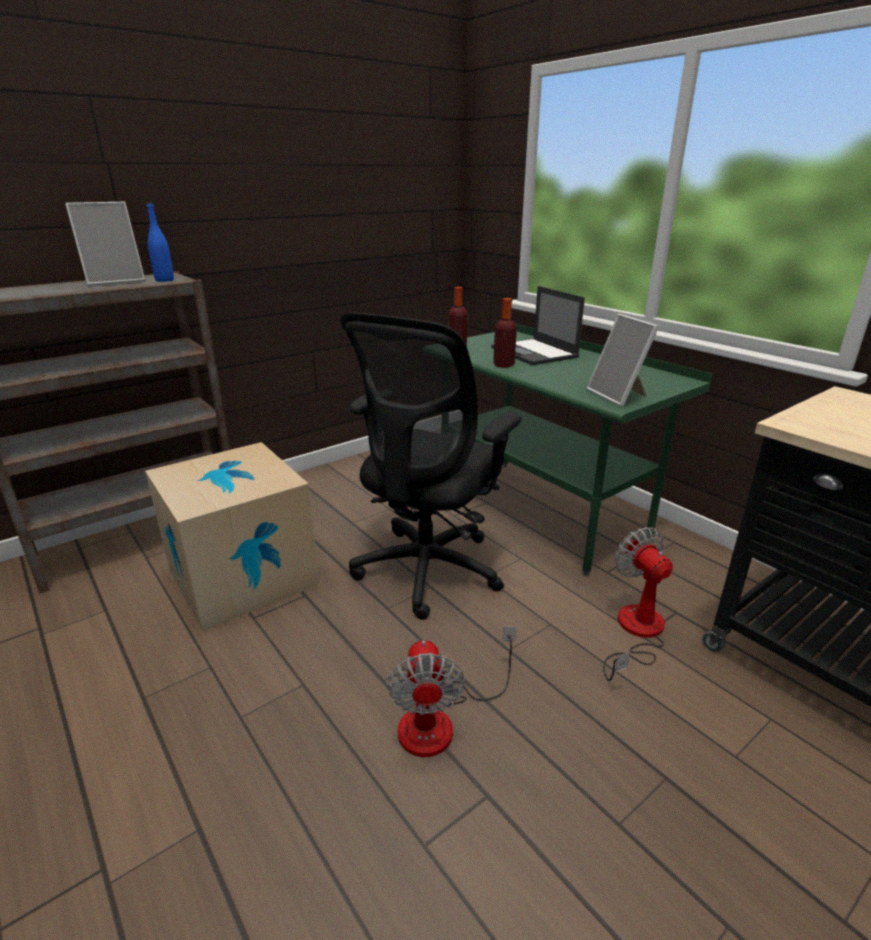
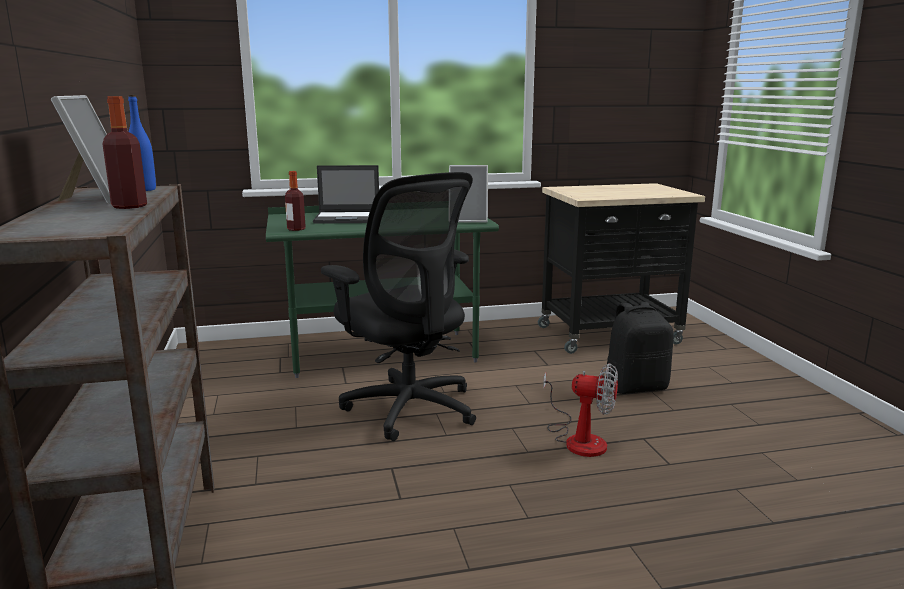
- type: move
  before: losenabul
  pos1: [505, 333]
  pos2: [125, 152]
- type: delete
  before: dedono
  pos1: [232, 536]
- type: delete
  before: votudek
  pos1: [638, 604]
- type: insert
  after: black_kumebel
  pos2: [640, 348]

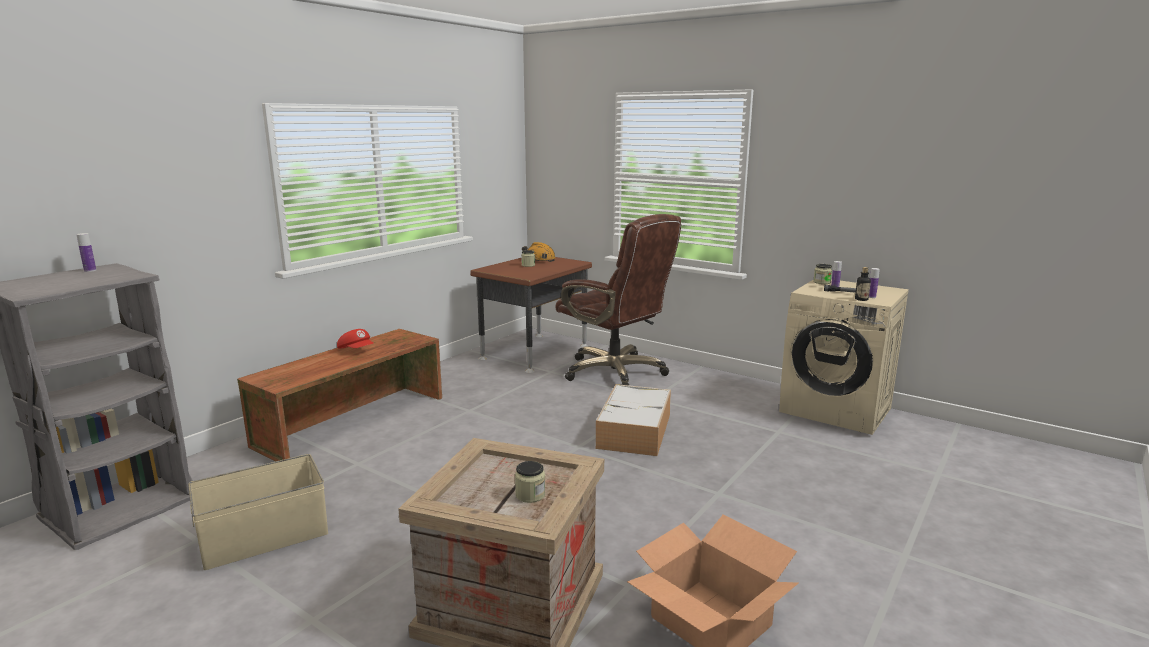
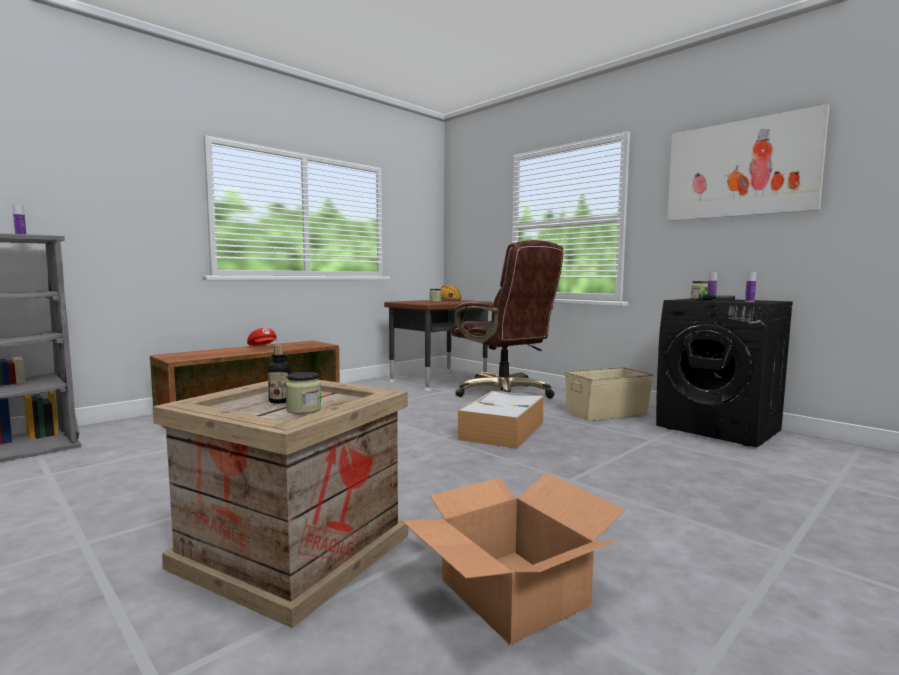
- type: move
  before: losenabul
  pos1: [863, 284]
  pos2: [279, 374]
- type: recolor
  before: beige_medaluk
  after: black_medaluk
  pos1: [844, 357]
  pos2: [724, 373]
- type: move
  before: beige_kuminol
  pos1: [258, 512]
  pos2: [609, 394]
- type: insert
  after: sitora
  pos2: [748, 162]

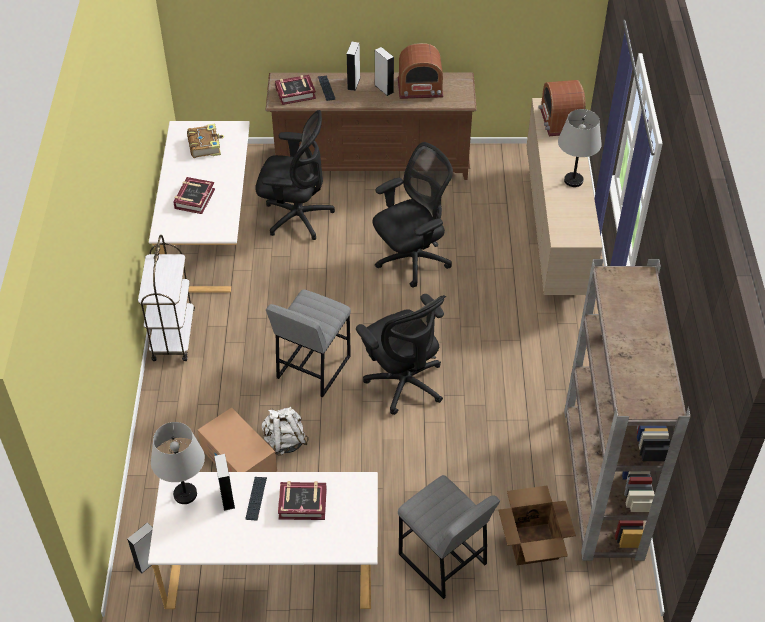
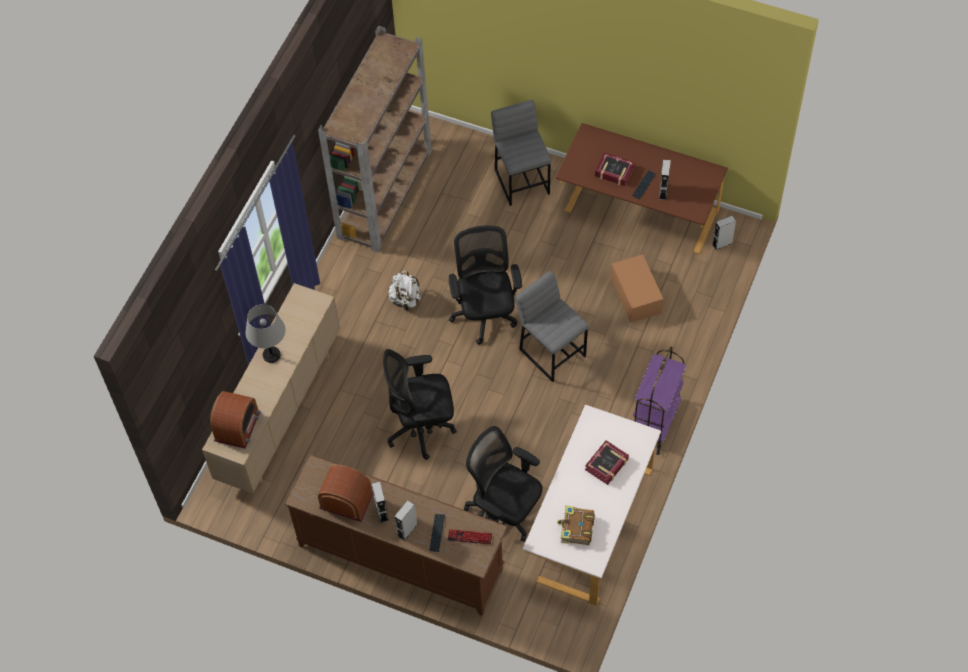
- type: replace
  before: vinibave
  after: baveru
  pos1: [295, 90]
  pos2: [470, 537]
- type: recolor
  before: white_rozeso
  after: purple_rozeso
  pos1: [166, 298]
  pos2: [659, 401]
- type: rotate
  before: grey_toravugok
  pos1: [308, 343]
  pos2: [552, 326]
  turn: -90
- type: move
  before: white_kumebel
  pos1: [285, 431]
  pos2: [405, 291]
- type: delete
  before: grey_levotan
  pos1: [178, 463]
- type: recolor
  before: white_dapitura
  after: brown_dapitura
  pos1: [263, 540]
  pos2: [641, 188]
- type: delete
  before: dedono
  pos1: [537, 525]

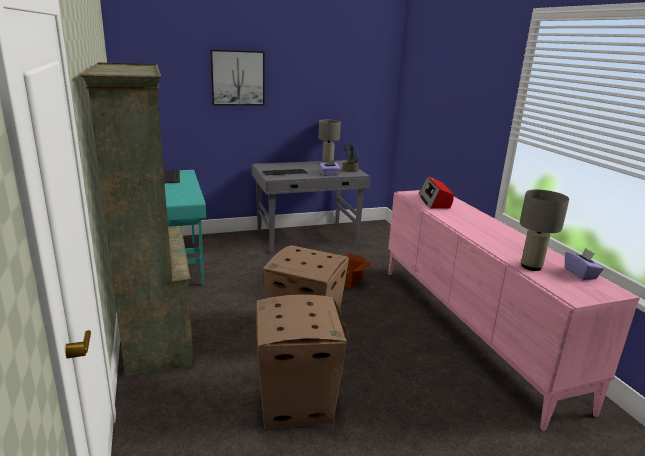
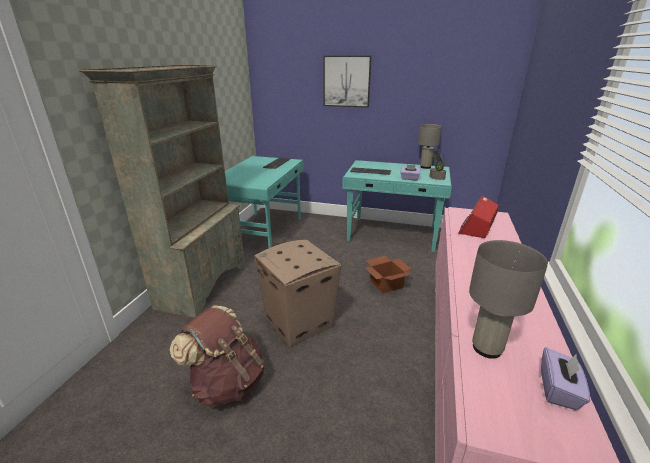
- type: recolor
  before: grey_dapitura
  after: turquoise_dapitura
  pos1: [311, 206]
  pos2: [397, 206]
- type: replace
  before: dedono
  after: brown_kumebel
  pos1: [301, 361]
  pos2: [217, 356]

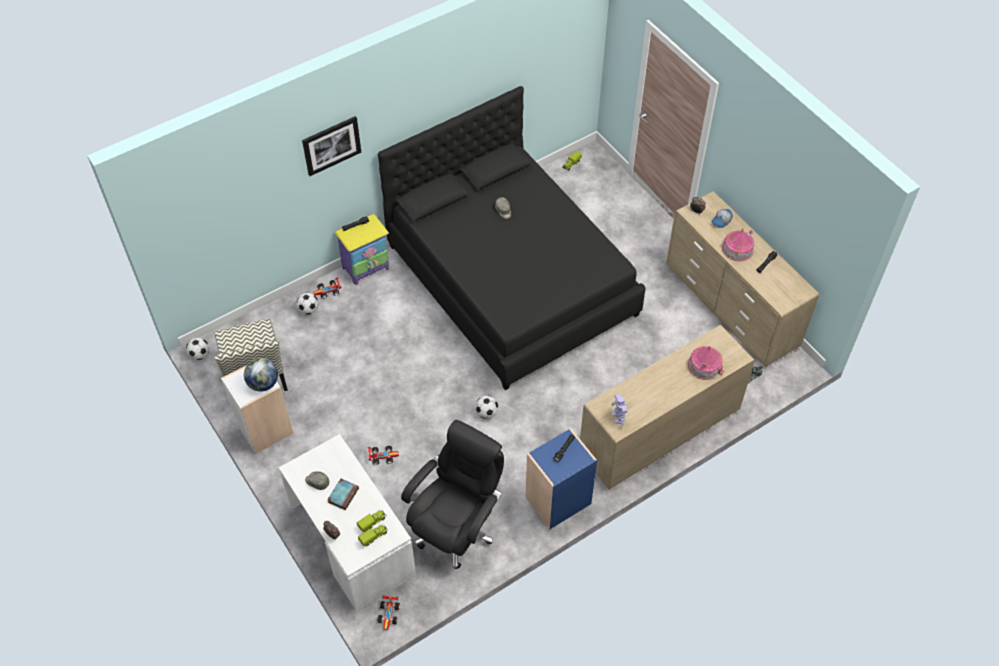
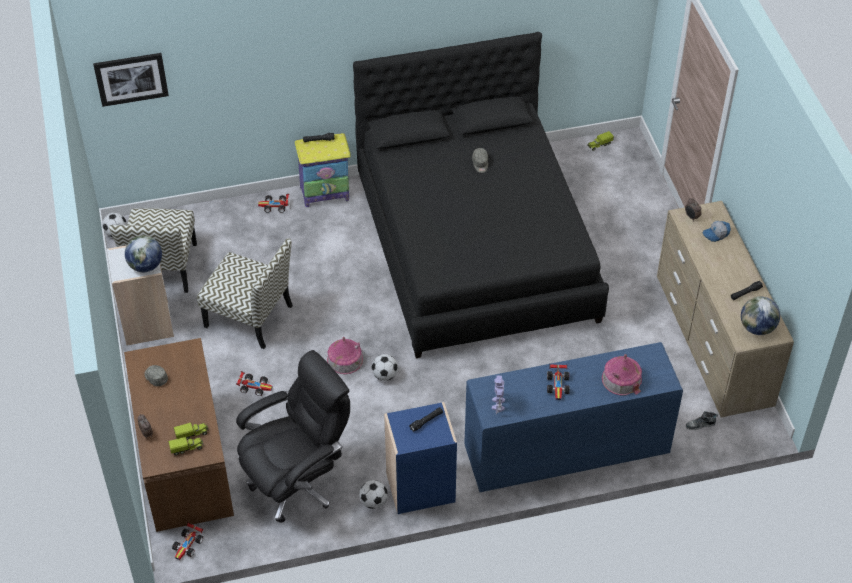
- type: move
  before: sitora
  pos1: [331, 146]
  pos2: [131, 80]
- type: move
  before: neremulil
  pos1: [738, 244]
  pos2: [345, 355]
- type: move
  before: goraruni
  pos1: [307, 304]
  pos2: [373, 494]
- type: recolor
  before: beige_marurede
  after: blue_marurede
  pos1: [667, 407]
  pos2: [573, 417]
- type: recolor
  before: white_dapitura
  after: brown_dapitura
  pos1: [347, 523]
  pos2: [179, 435]
- type: delete
  before: vinibave
  pos1: [343, 494]
- type: insert
  after: toravugok
  pos2: [245, 293]
- type: insert
  after: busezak
  pos2: [760, 315]
- type: insert
  after: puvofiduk
  pos2: [558, 382]

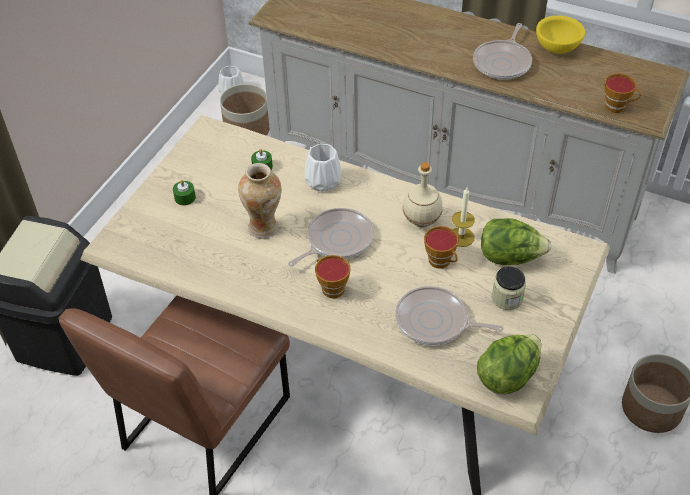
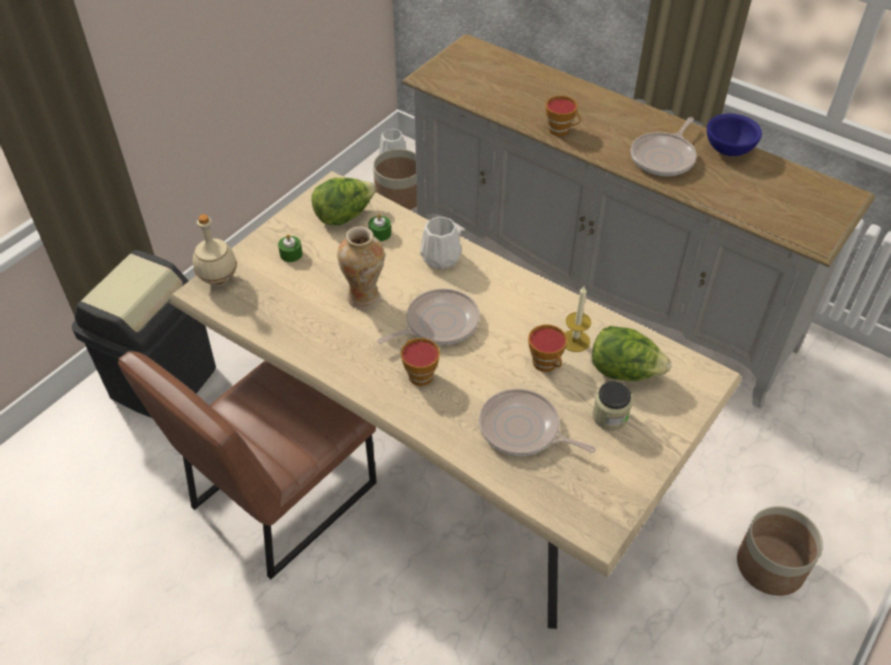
- type: recolor
  before: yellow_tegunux
  after: blue_tegunux
  pos1: [560, 34]
  pos2: [734, 135]
- type: move
  before: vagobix
  pos1: [622, 93]
  pos2: [563, 115]
- type: move
  before: beige_losenabul
  pos1: [422, 195]
  pos2: [215, 250]
- type: move
  before: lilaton
  pos1: [509, 364]
  pos2: [343, 202]

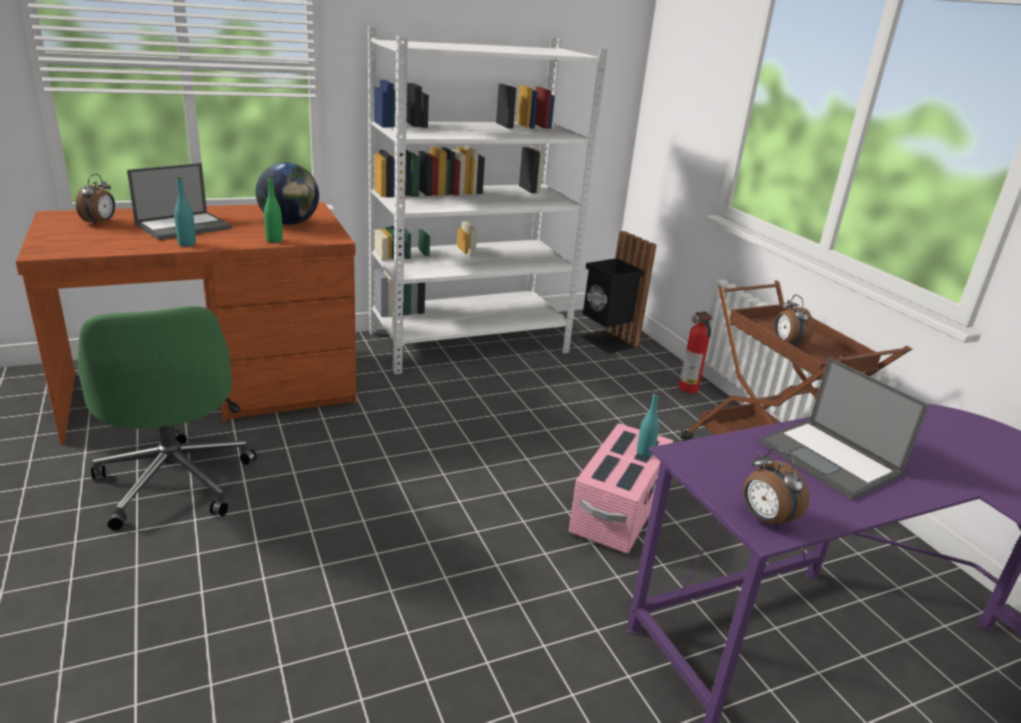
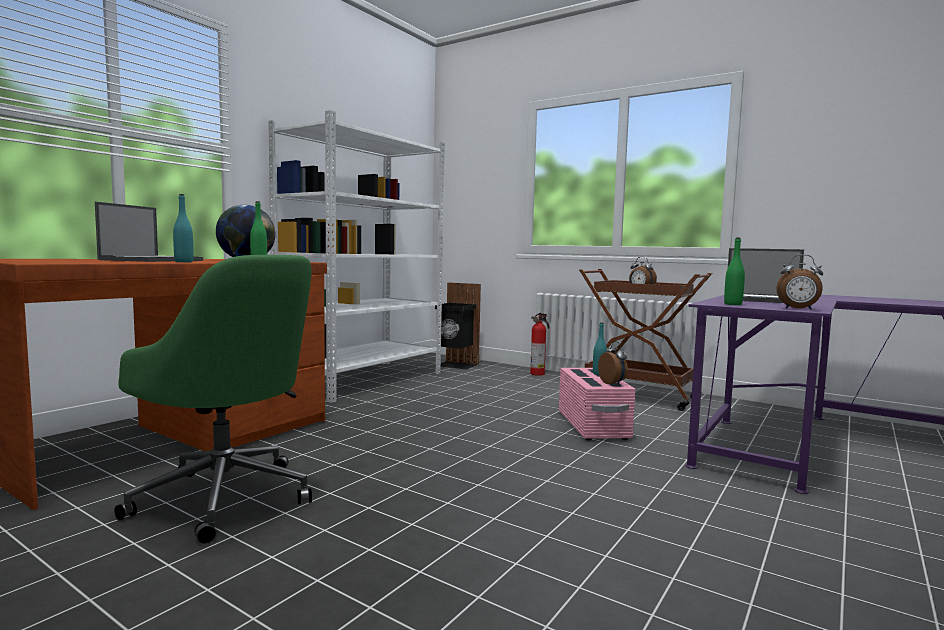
- type: move
  before: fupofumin
  pos1: [95, 200]
  pos2: [613, 363]
- type: insert
  after: green_losenabul
  pos2: [734, 271]

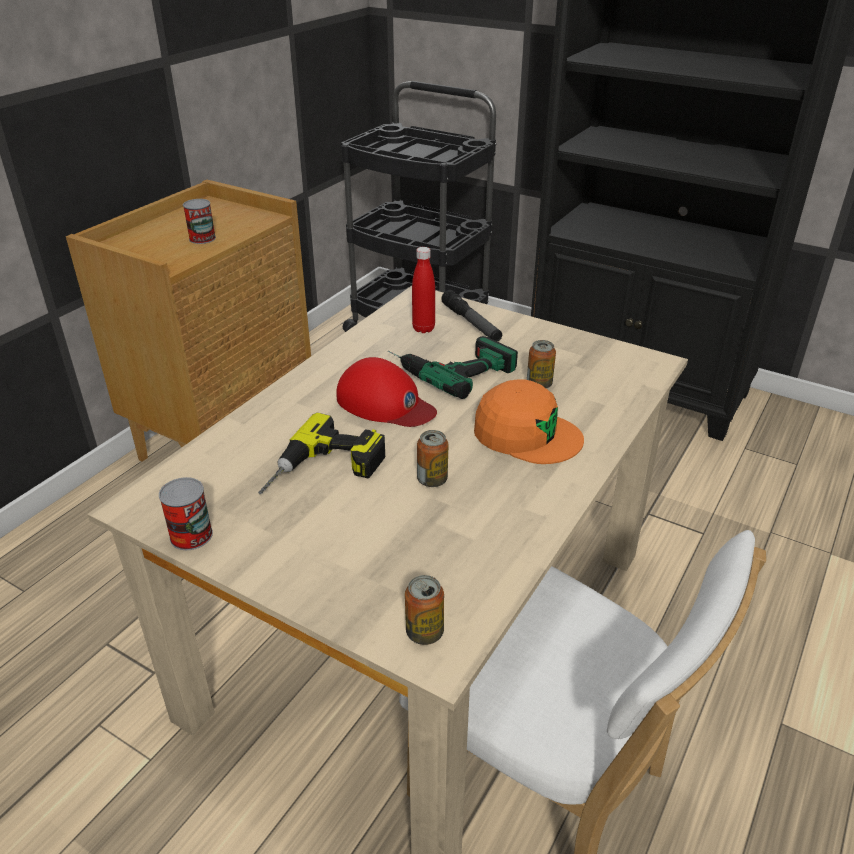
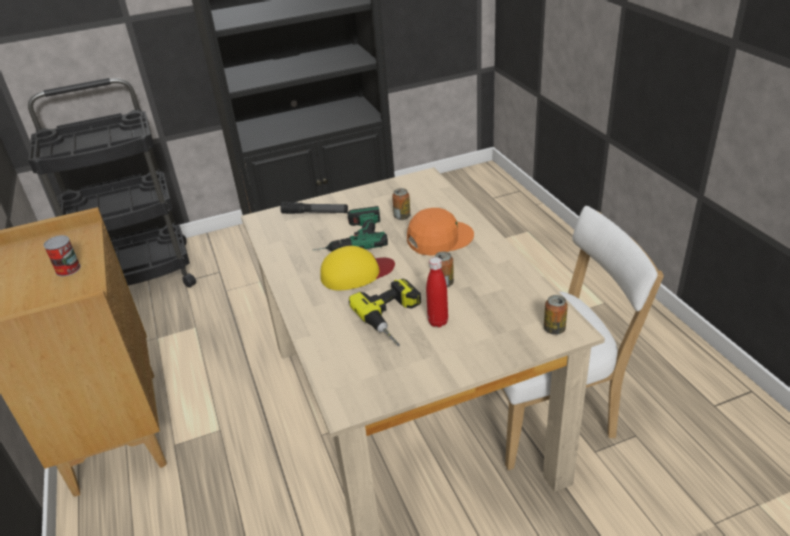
- type: move
  before: red_losenabul
  pos1: [423, 290]
  pos2: [437, 292]
- type: recolor
  before: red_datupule
  after: yellow_datupule
  pos1: [386, 392]
  pos2: [357, 268]
- type: delete
  before: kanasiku
  pos1: [186, 513]

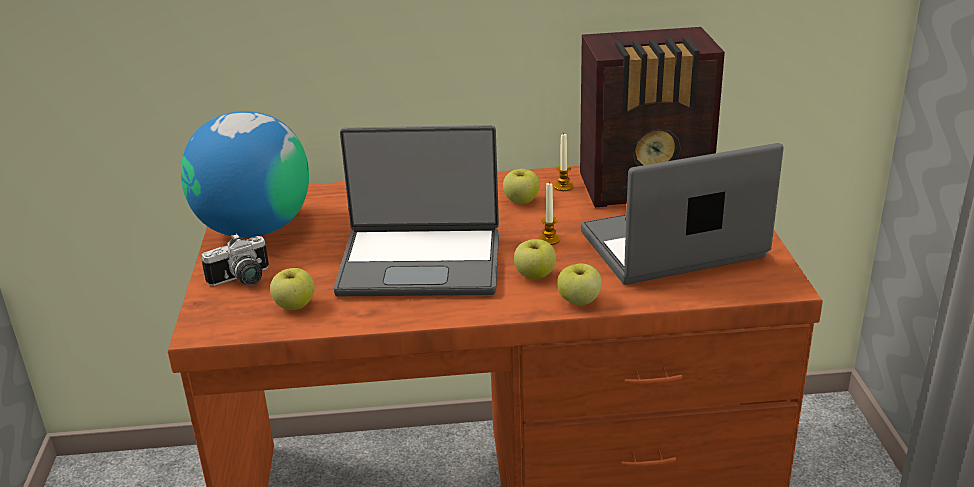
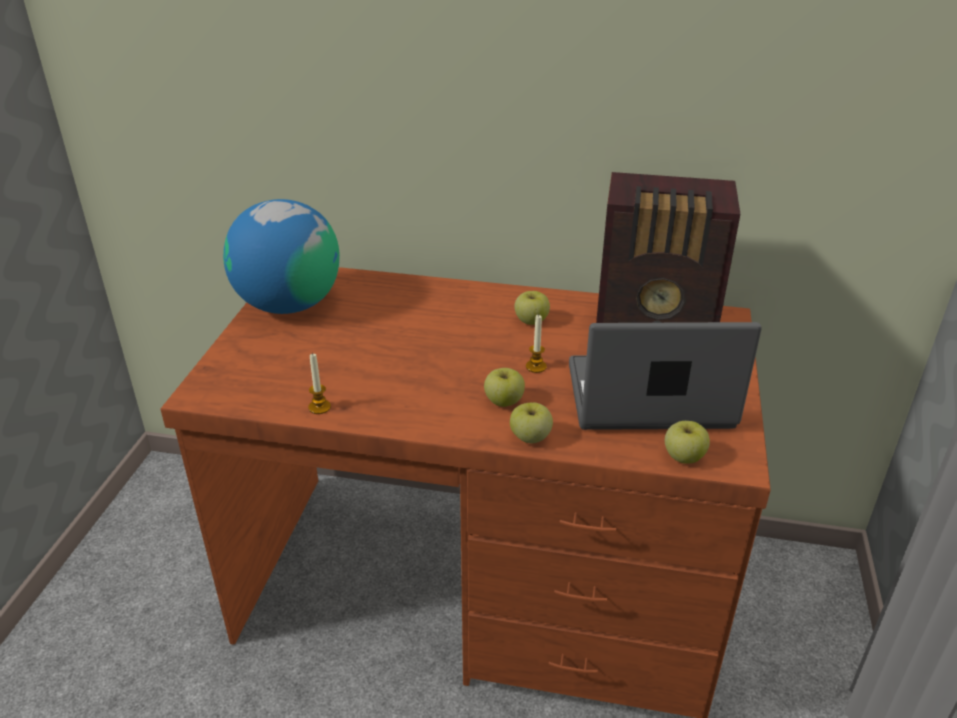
- type: delete
  before: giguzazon
  pos1: [416, 210]
- type: move
  before: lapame
  pos1: [564, 162]
  pos2: [319, 383]
- type: delete
  before: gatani
  pos1: [235, 259]
- type: move
  before: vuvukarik
  pos1: [292, 289]
  pos2: [687, 442]

